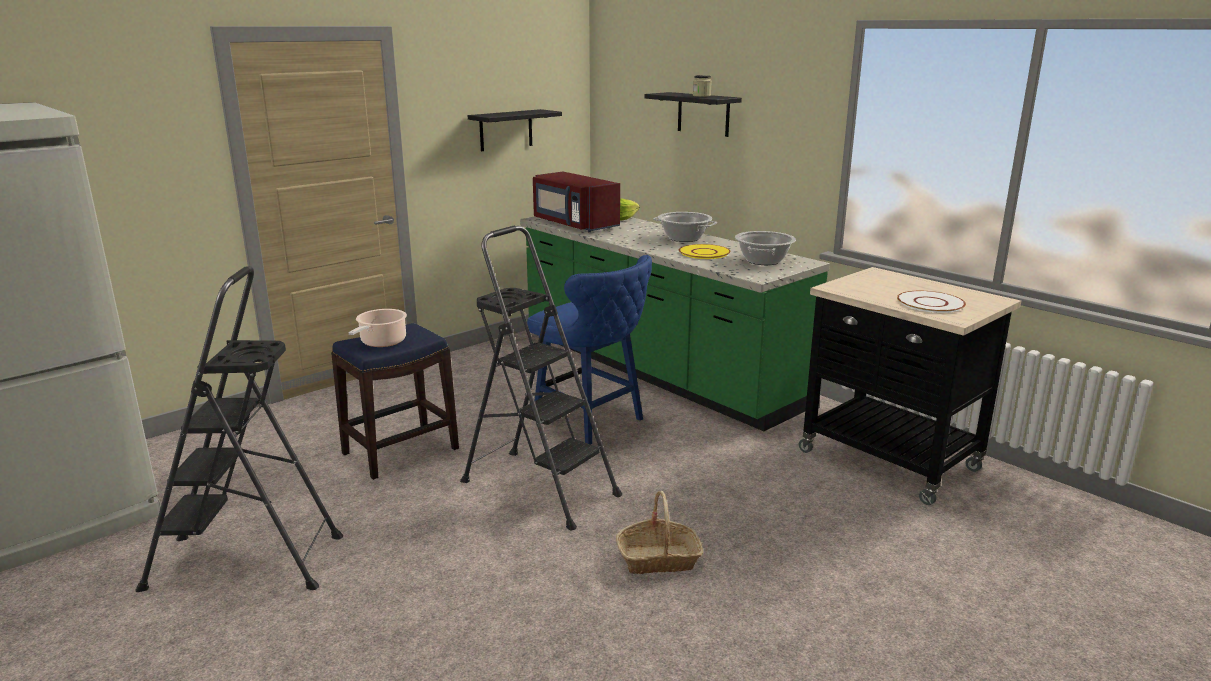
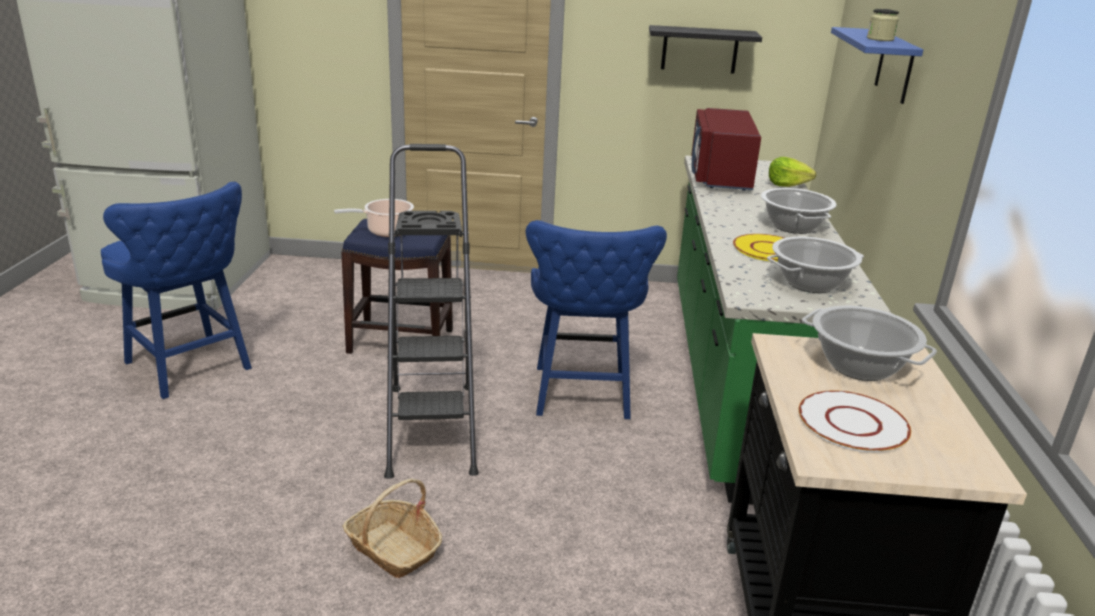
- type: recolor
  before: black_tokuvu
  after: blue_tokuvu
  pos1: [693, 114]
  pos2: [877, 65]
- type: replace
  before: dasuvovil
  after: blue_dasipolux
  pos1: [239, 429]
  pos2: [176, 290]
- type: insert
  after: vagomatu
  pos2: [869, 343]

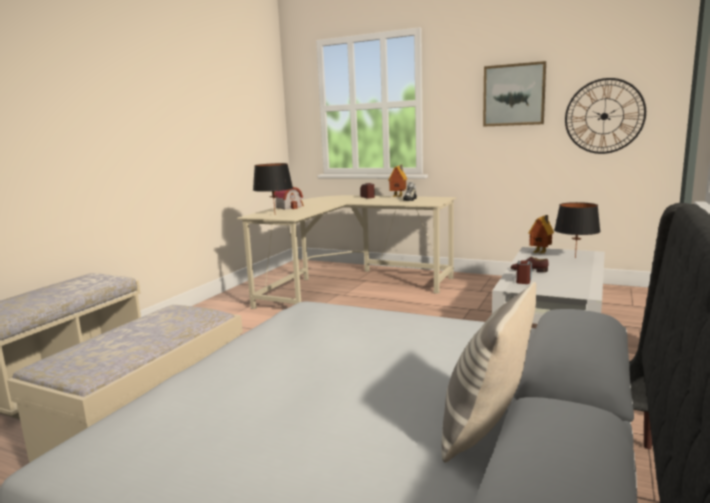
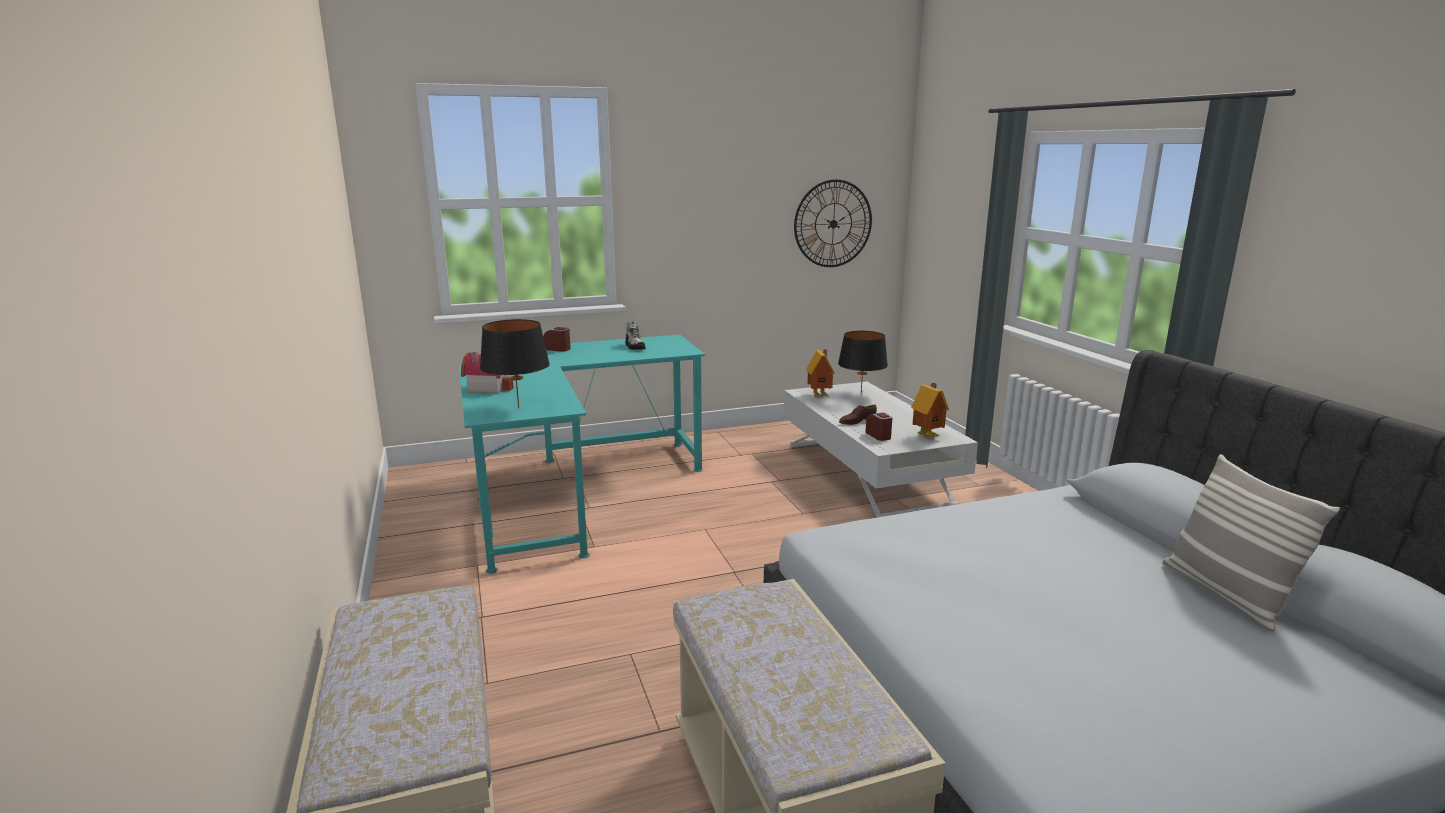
- type: delete
  before: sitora
  pos1: [514, 94]
- type: move
  before: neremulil
  pos1: [397, 181]
  pos2: [930, 411]
- type: recolor
  before: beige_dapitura
  after: turquoise_dapitura
  pos1: [347, 252]
  pos2: [582, 454]

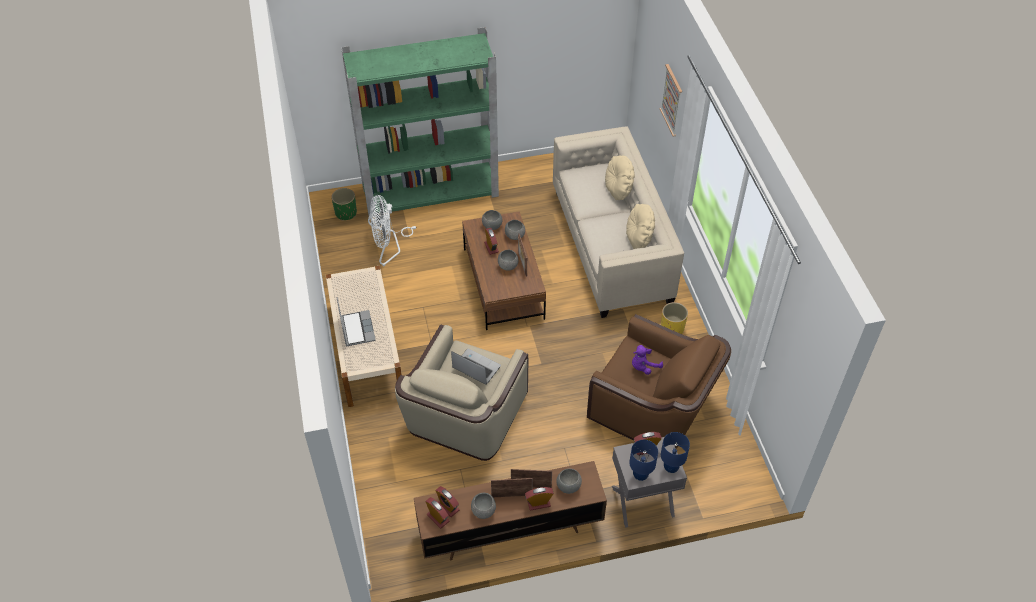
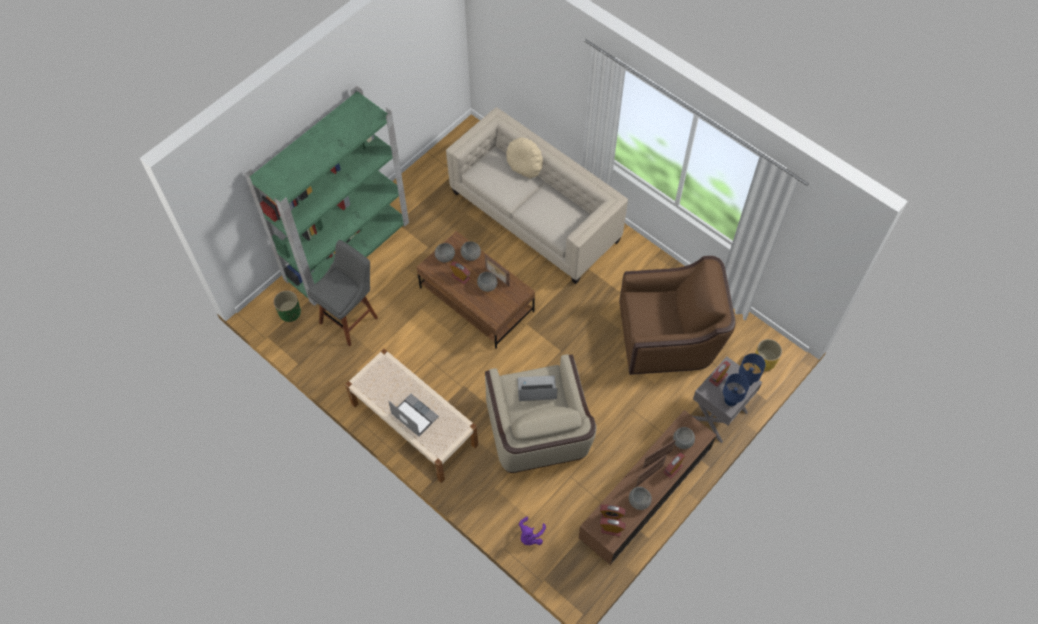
- type: delete
  before: sitora
  pos1: [671, 100]
- type: replace
  before: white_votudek
  after: grey_dasipolux
  pos1: [392, 230]
  pos2: [343, 293]
- type: delete
  before: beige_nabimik
  pos1: [640, 226]
- type: move
  before: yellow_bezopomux
  pos1: [674, 318]
  pos2: [768, 355]
- type: move
  before: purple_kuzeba
  pos1: [647, 360]
  pos2: [532, 531]

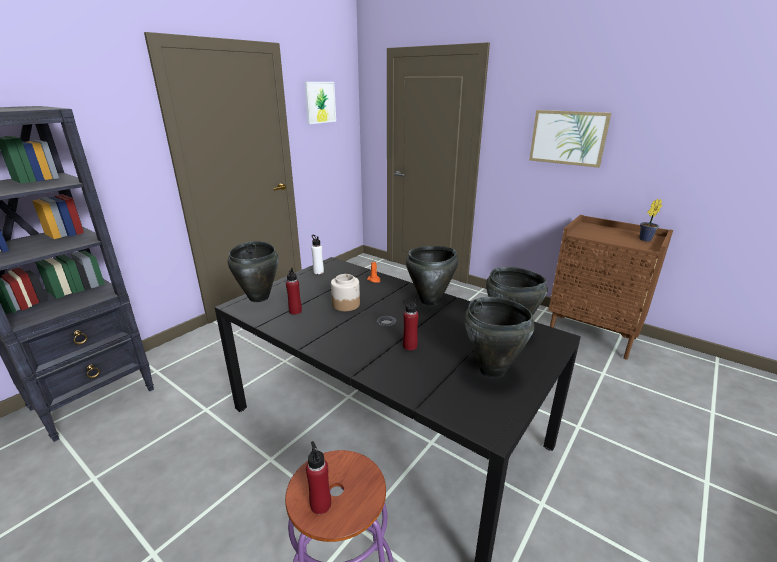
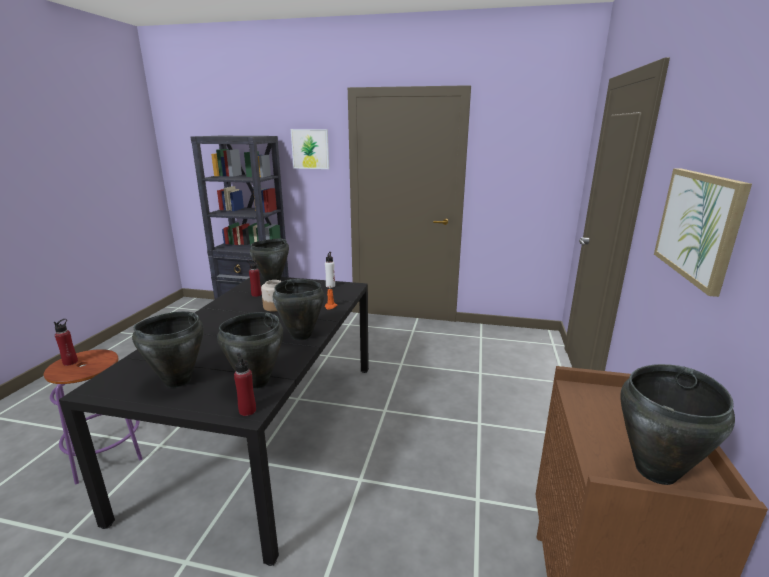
- type: move
  before: sitora
  pos1: [320, 103]
  pos2: [310, 149]
- type: replace
  before: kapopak
  after: black_vagomatu
  pos1: [650, 220]
  pos2: [677, 424]
- type: move
  before: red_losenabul
  pos1: [411, 324]
  pos2: [245, 384]

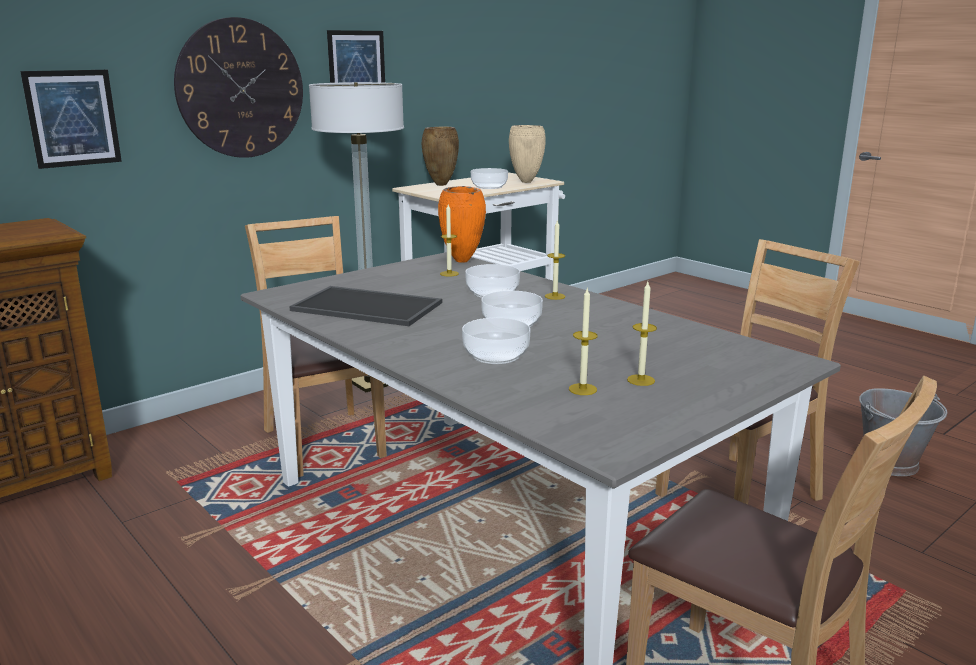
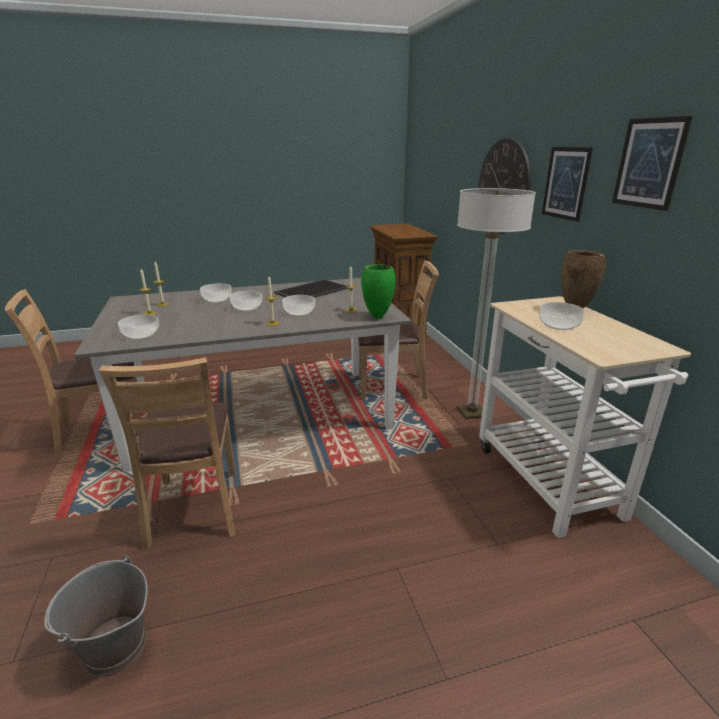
- type: move
  before: sitora
  pos1: [71, 119]
  pos2: [652, 163]
- type: delete
  before: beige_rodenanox
  pos1: [527, 154]
- type: recolor
  before: orange_rodenanox
  after: green_rodenanox
  pos1: [462, 224]
  pos2: [378, 291]
- type: insert
  after: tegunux
  pos2: [138, 327]

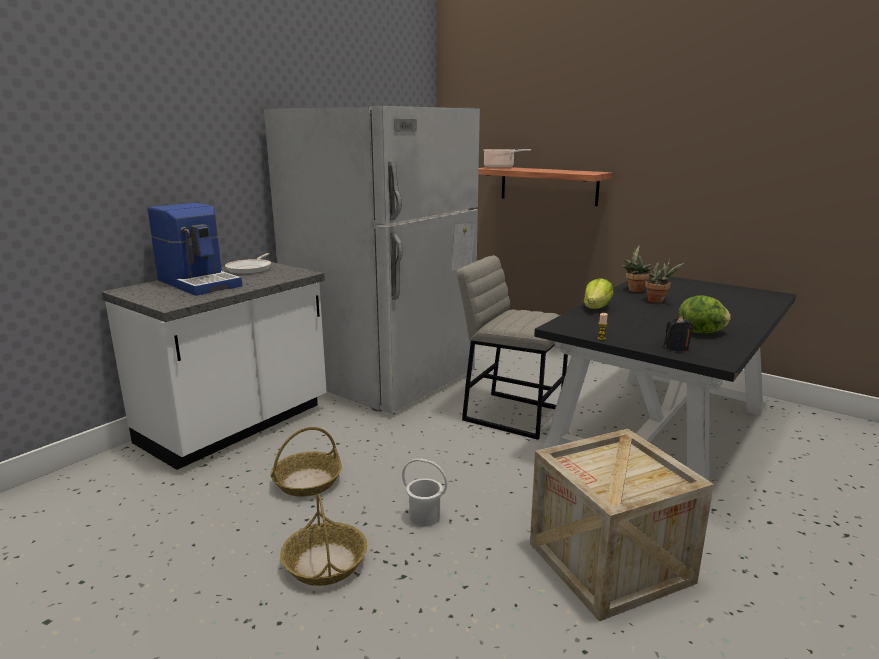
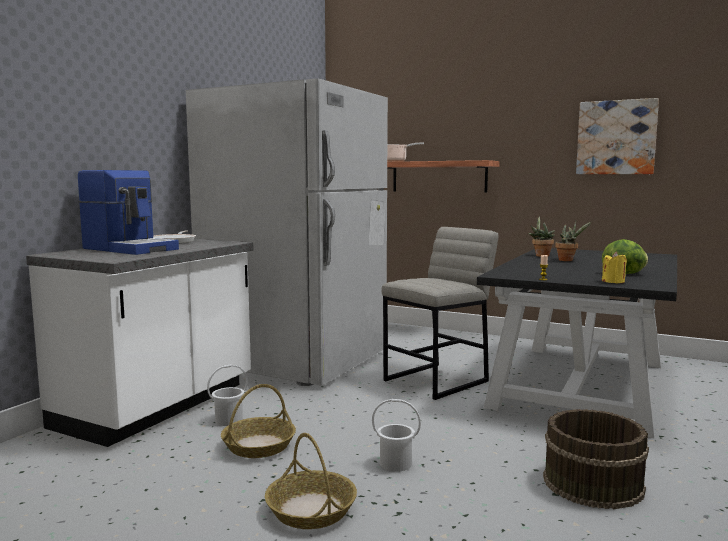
- type: rotate
  before: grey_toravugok
  pos1: [512, 347]
  pos2: [440, 313]
  turn: 120
- type: delete
  before: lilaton
  pos1: [599, 293]
- type: recolor
  before: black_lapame
  after: yellow_lapame
  pos1: [678, 334]
  pos2: [614, 267]
- type: replace
  before: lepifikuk
  after: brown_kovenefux
  pos1: [622, 525]
  pos2: [596, 459]
- type: insert
  after: sitora
  pos2: [617, 136]
- type: insert
  after: white_kovenefux
  pos2: [227, 395]

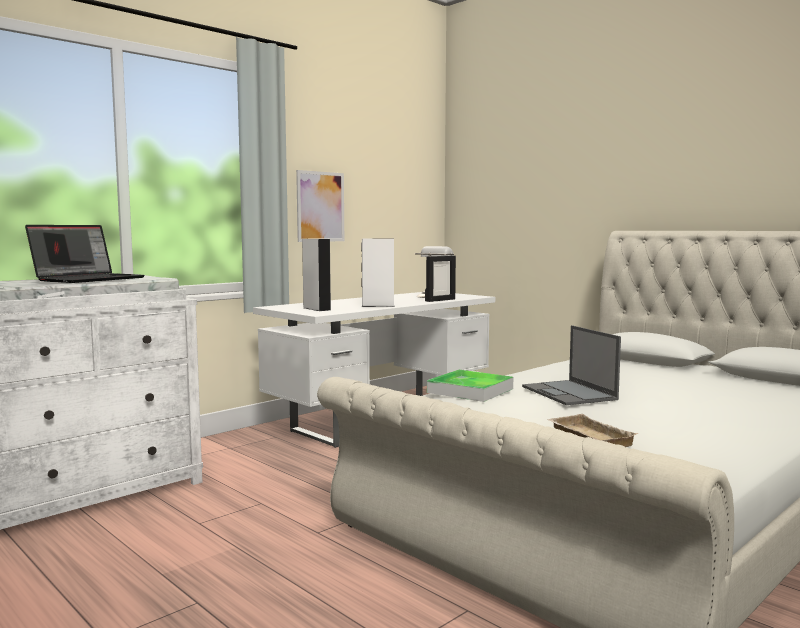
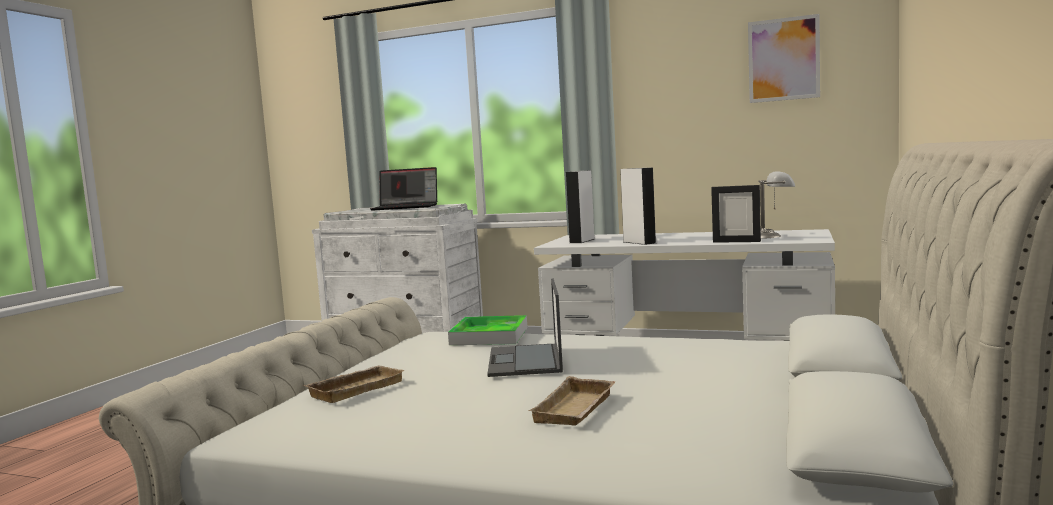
- type: move
  before: sitora
  pos1: [320, 206]
  pos2: [784, 58]
- type: rotate
  before: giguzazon
  pos1: [571, 365]
  pos2: [525, 328]
  turn: -45
- type: insert
  after: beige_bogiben
  pos2: [572, 401]

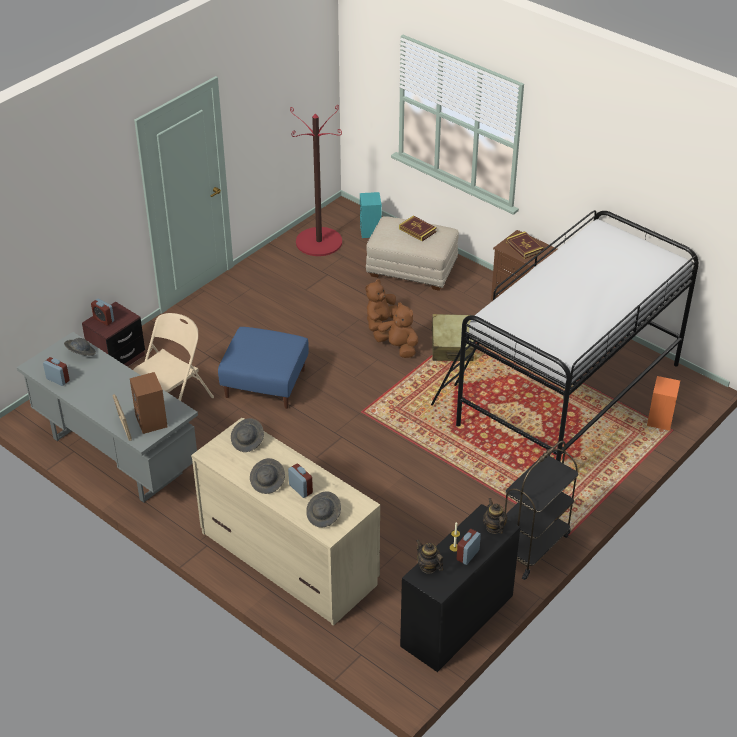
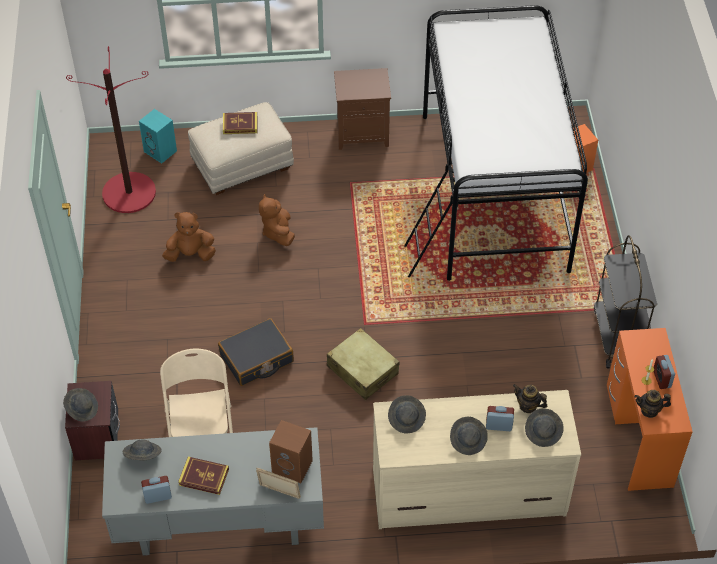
- type: move
  before: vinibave
  pos1: [525, 245]
  pos2: [203, 476]
- type: replace
  before: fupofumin
  after: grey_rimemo
  pos1: [102, 312]
  pos2: [80, 404]
- type: move
  before: brown_kuzeba
  pos1: [395, 330]
  pos2: [189, 237]
- type: move
  before: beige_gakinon
  pos1: [453, 337]
  pos2: [363, 364]
- type: replace
  before: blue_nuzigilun
  after: black_gakinon
  pos1: [263, 368]
  pos2: [256, 352]
- type: move
  before: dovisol
  pos1: [495, 516]
  pos2: [530, 398]
- type: recolor
  before: black_dapitura
  after: orange_dapitura
  pos1: [460, 588]
  pos2: [650, 409]

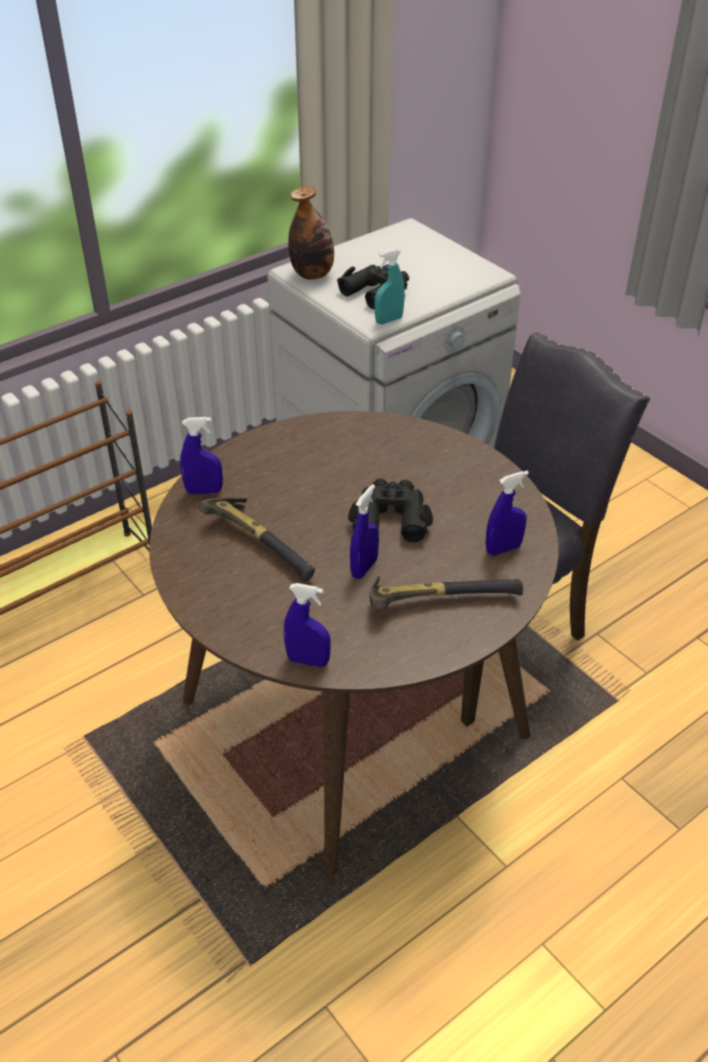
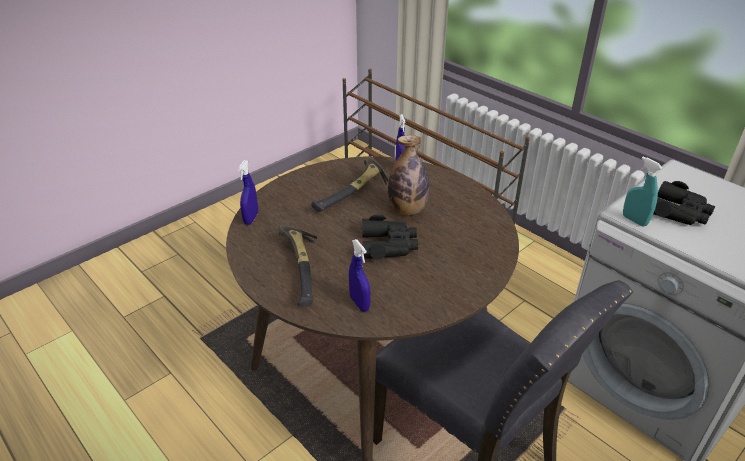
- type: move
  before: losenabul
  pos1: [311, 233]
  pos2: [408, 175]
- type: delete
  before: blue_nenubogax
  pos1: [364, 531]

